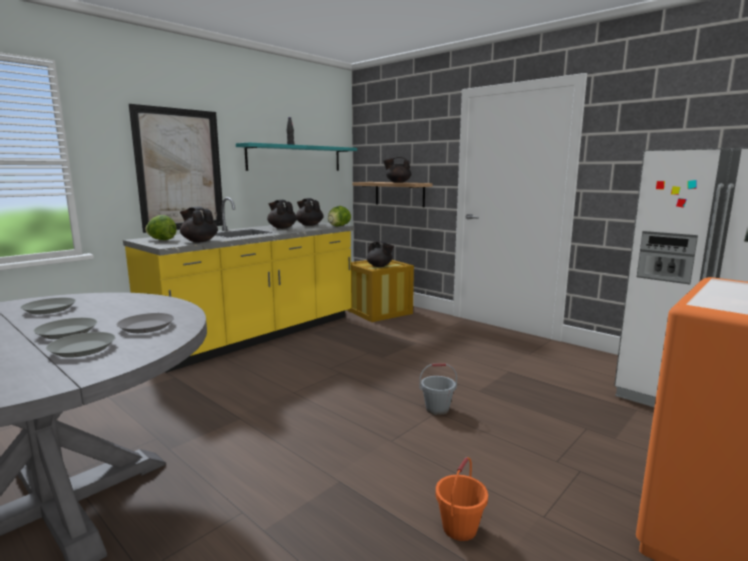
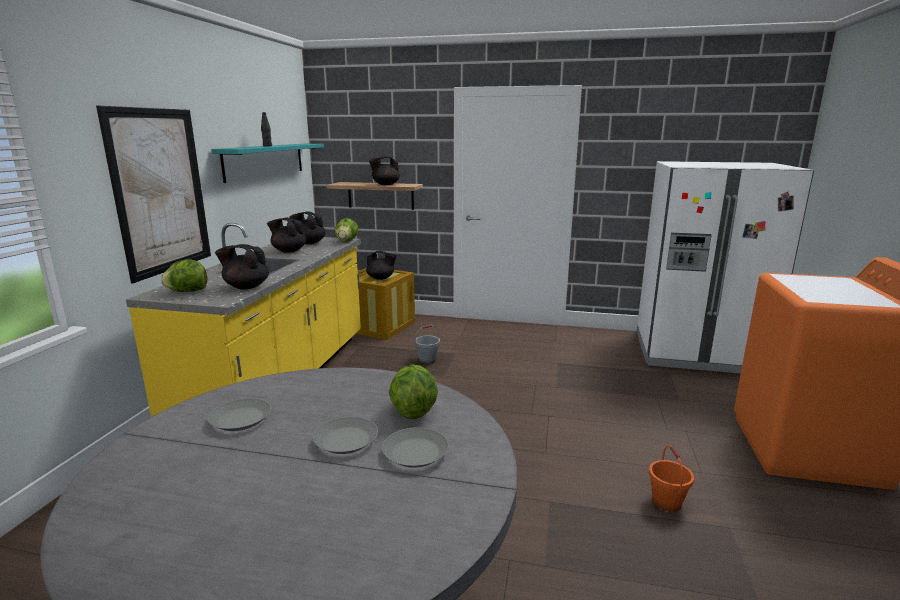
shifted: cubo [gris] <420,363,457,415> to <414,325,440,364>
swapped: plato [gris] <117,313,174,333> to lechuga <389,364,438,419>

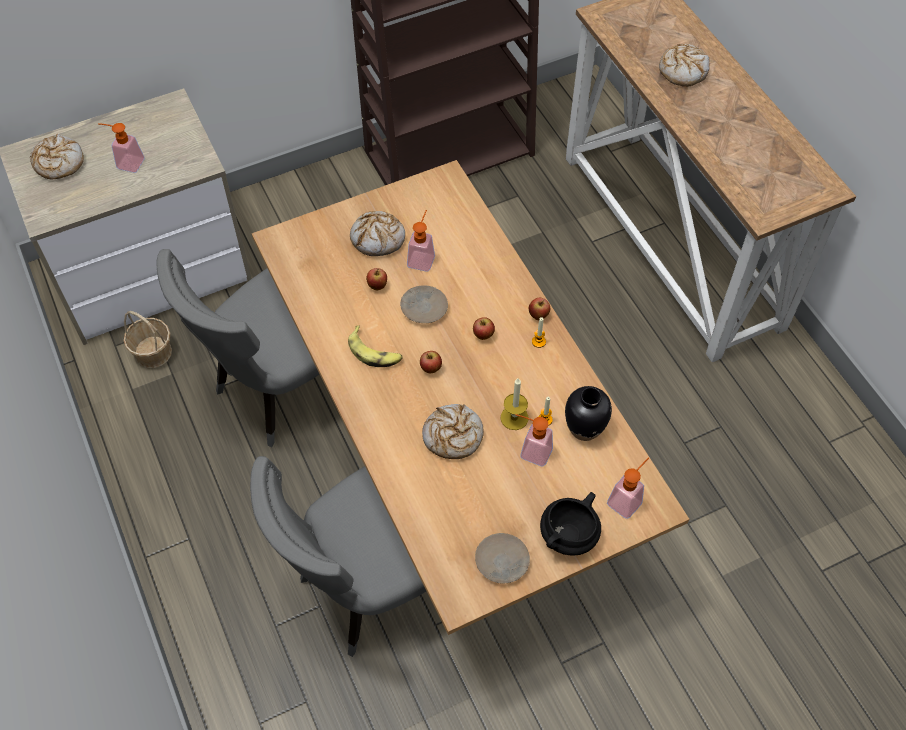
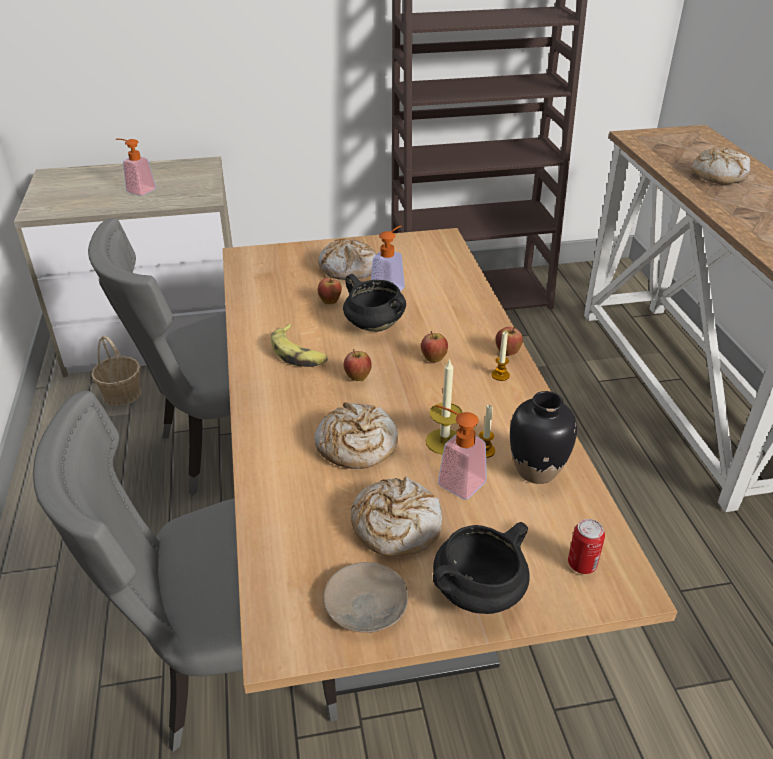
shifted: pan <30,134,84,180> to <351,476,443,556>
swapped: plato [beis] <400,285,448,323> to olla [negro] <343,274,406,332>; dispensador de jabón <607,457,649,519> to lata <568,519,605,574>

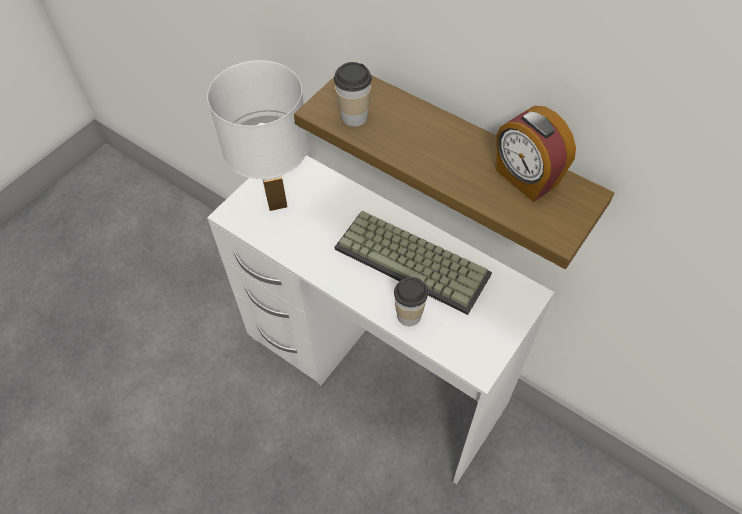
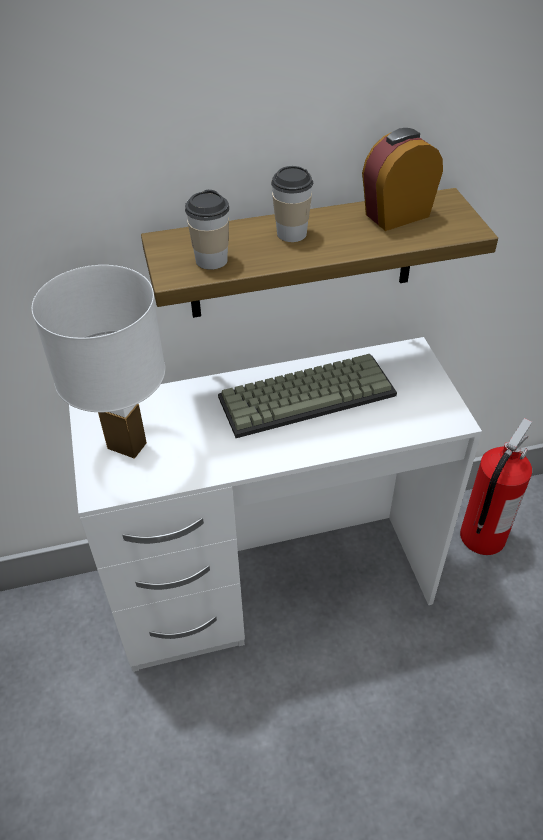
new: extintor <460,418,532,555>
shifted: taza <394,277,428,326> to <271,166,313,242>
rotated: despertador <496,106,576,202> = <362,128,443,231> 150 degrees clockwise

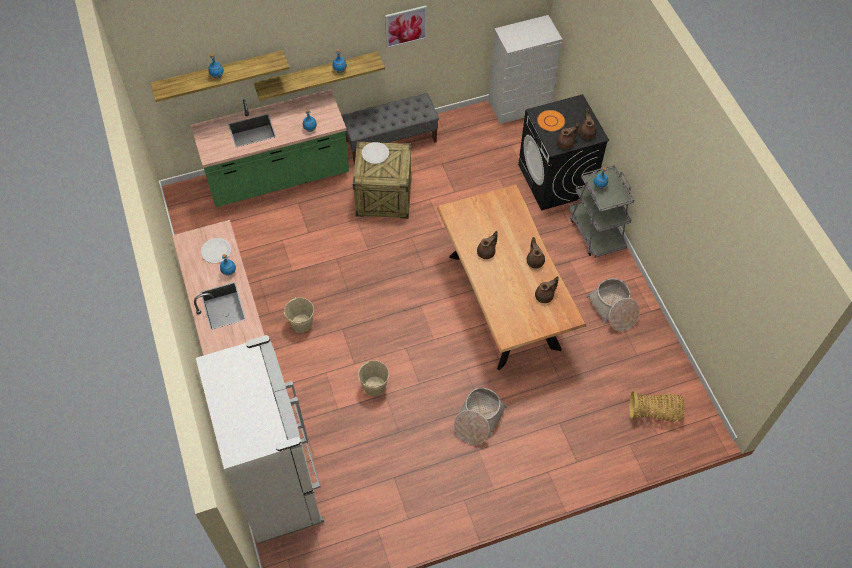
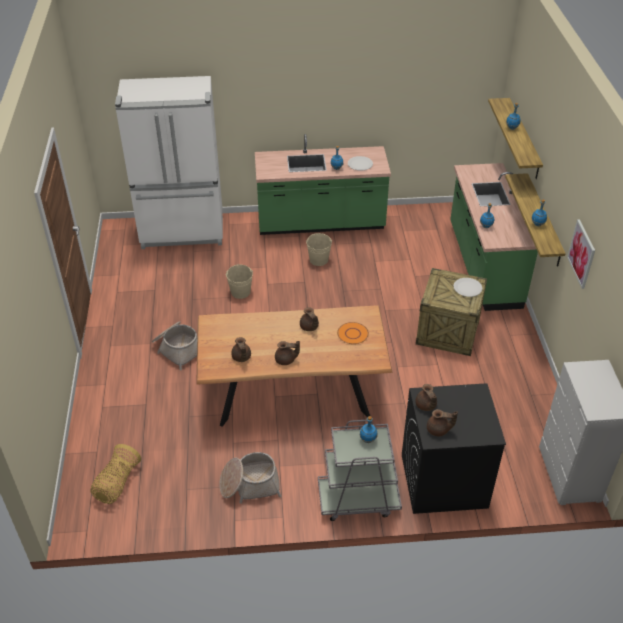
gone: banco [gris] <341,93,439,164>
shifted: plato [naranja] <537,110,565,131> to <337,322,369,344>

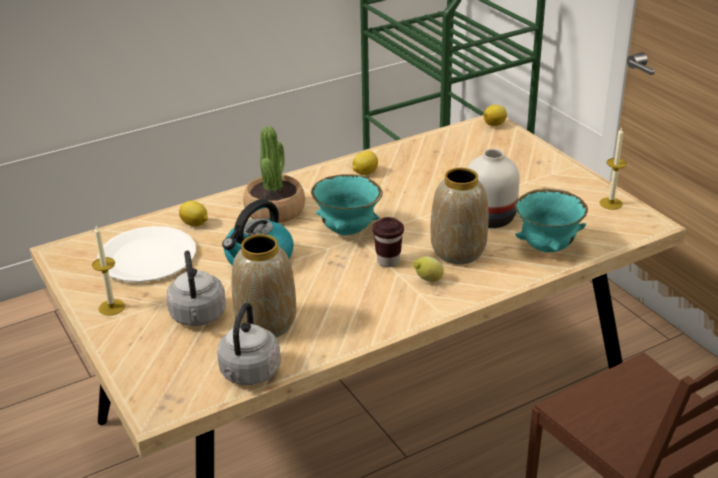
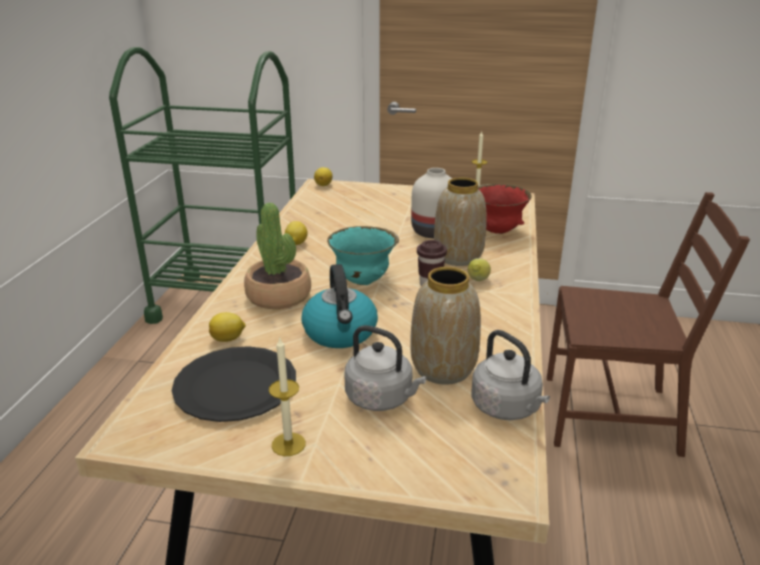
repainted: plato [blanco] <97,226,196,282> to plato [negro] <171,346,296,422>; cuenco [turquesa] <515,188,588,253> to cuenco [rojo] <478,184,532,234>

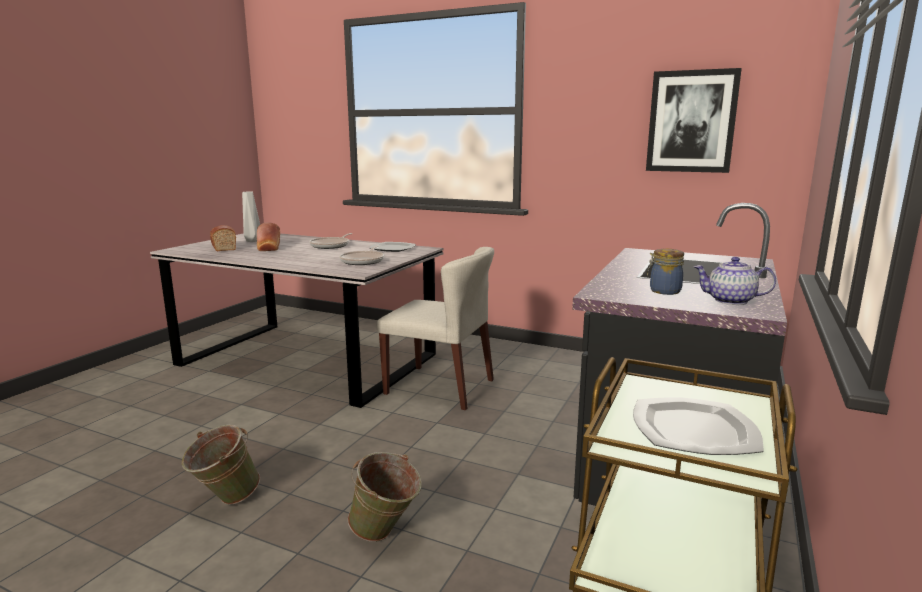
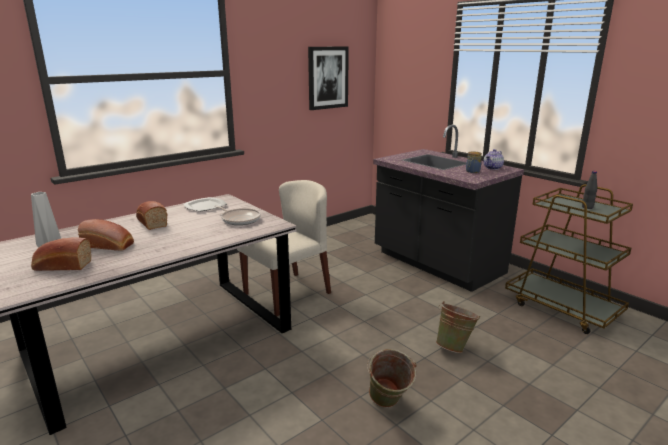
swapped: sartén <309,233,353,249> to pan <136,201,167,230>; plato <633,397,764,455> to botella [negro] <582,171,597,209>

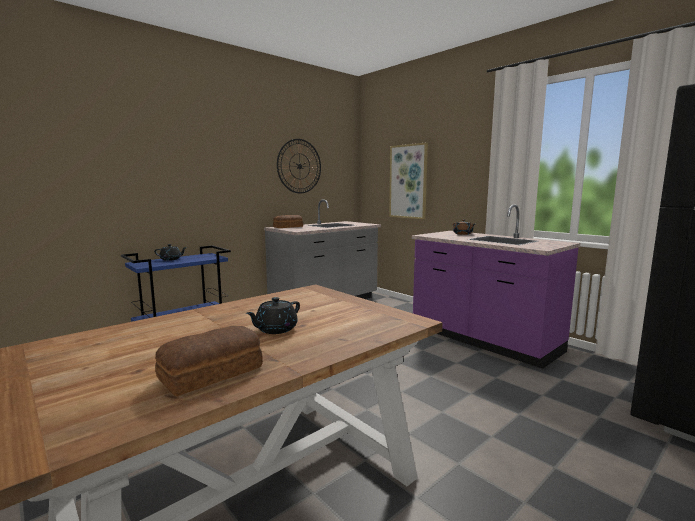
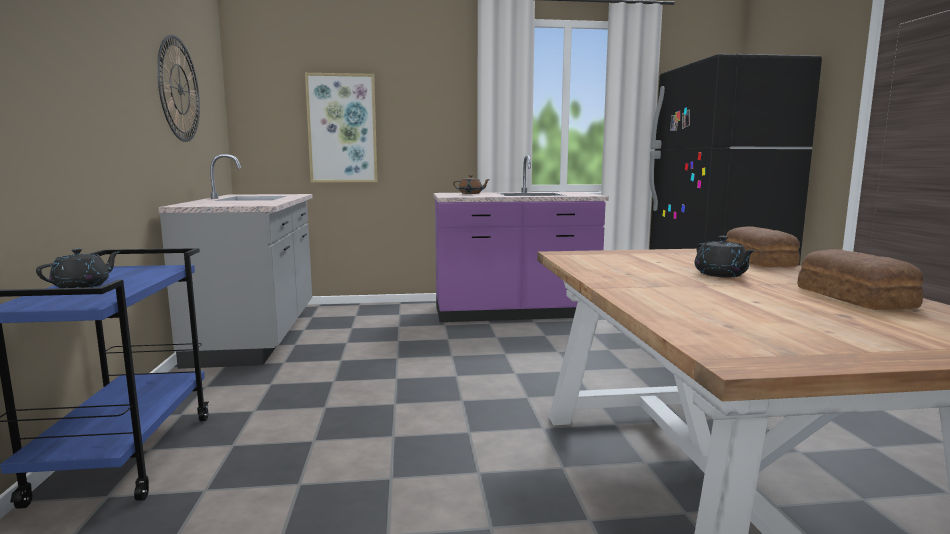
shifted: pan <273,215,303,228> to <726,226,800,267>

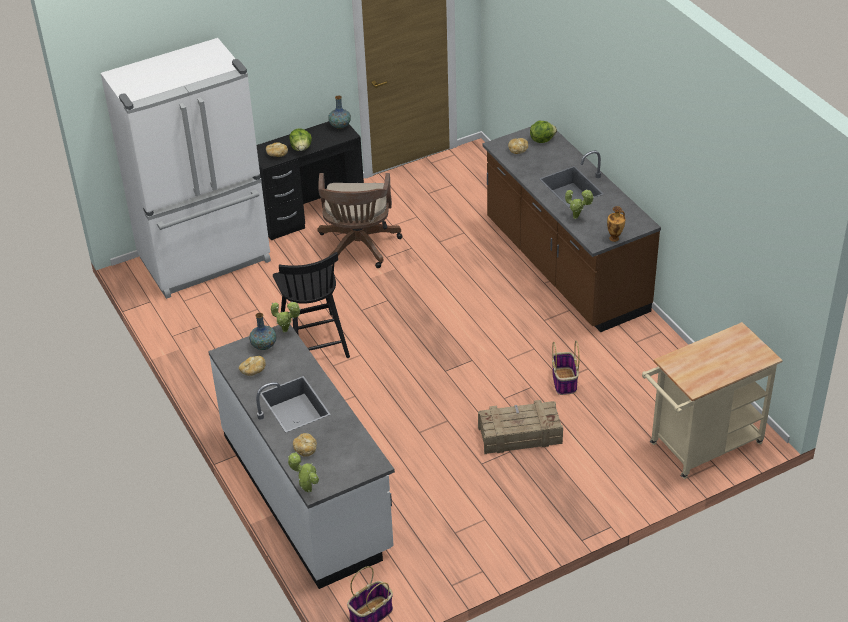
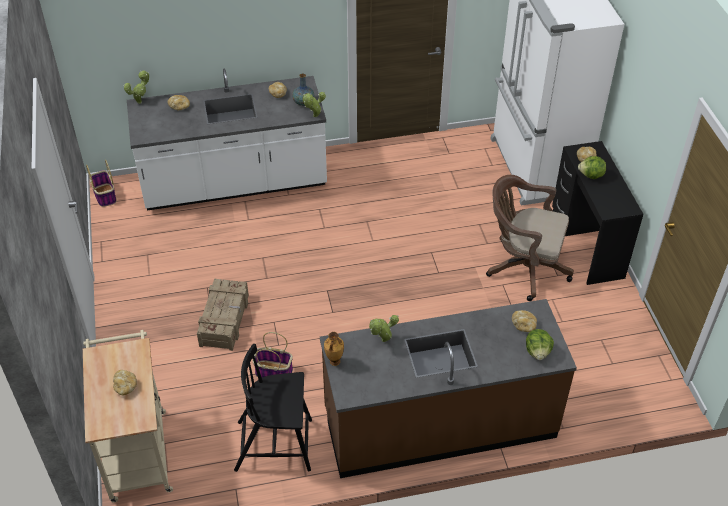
gone: florero <328,95,351,129>
new: pan <113,370,137,396>
shifted: silla [negro] <273,252,350,358> to <234,344,312,472>

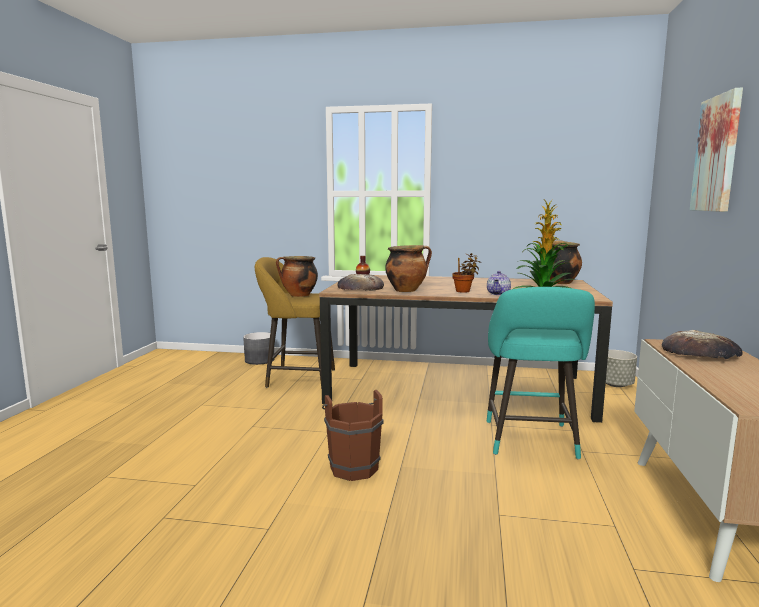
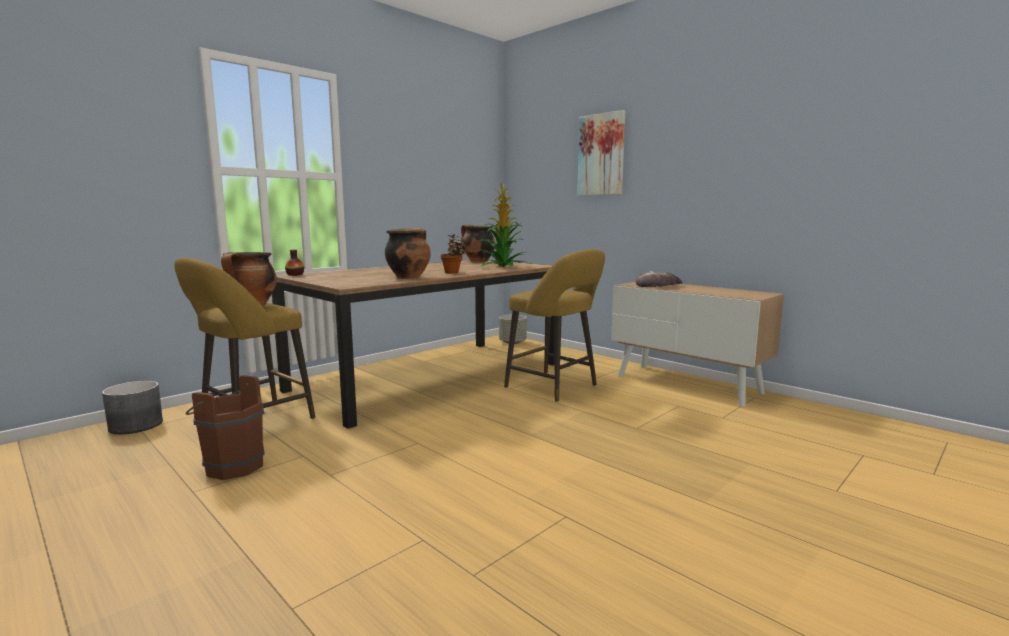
gone: pan <338,274,384,291>; tetera <487,271,511,295>
shifted: cubo [marrón] <322,390,384,481> to <186,375,265,480>
repainted: taburete [turquesa] <487,287,595,460> to taburete [amarillo] <504,249,605,402>

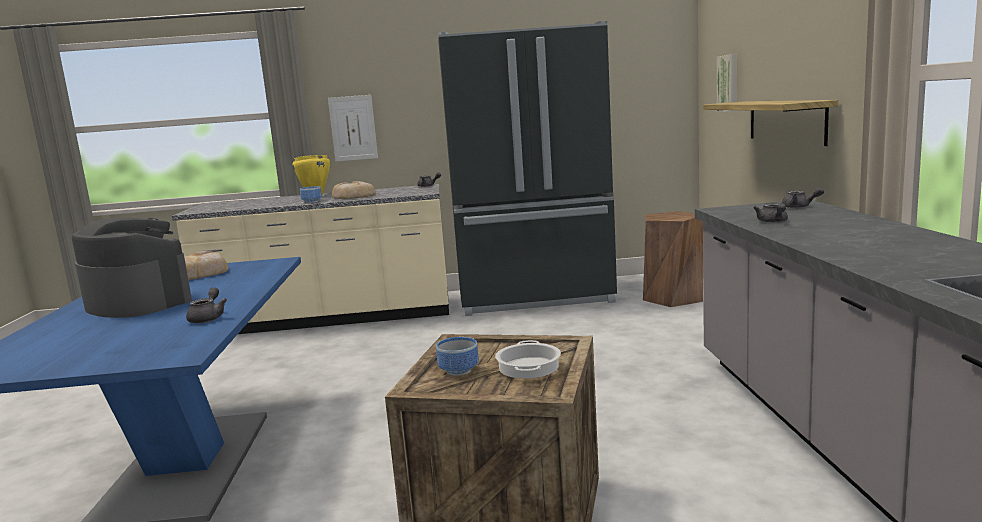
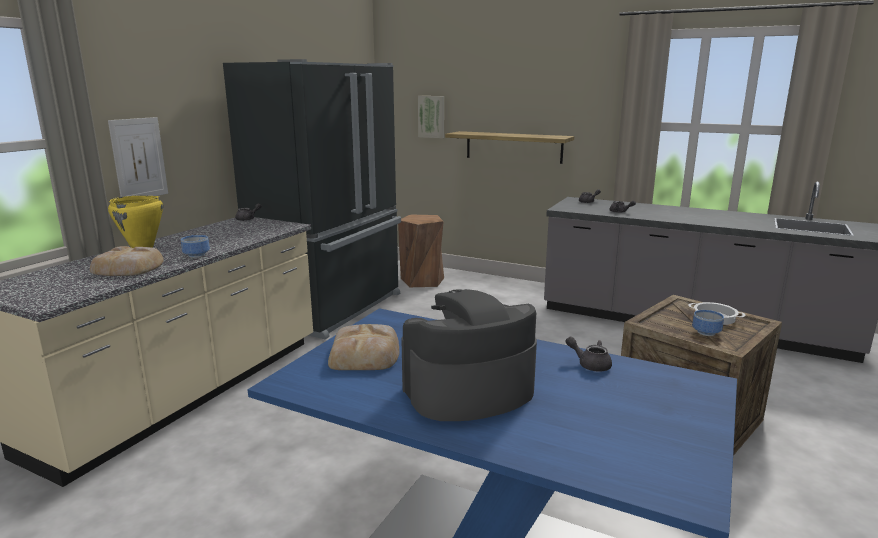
shifted: pan <332,181,376,199> to <90,246,164,276>

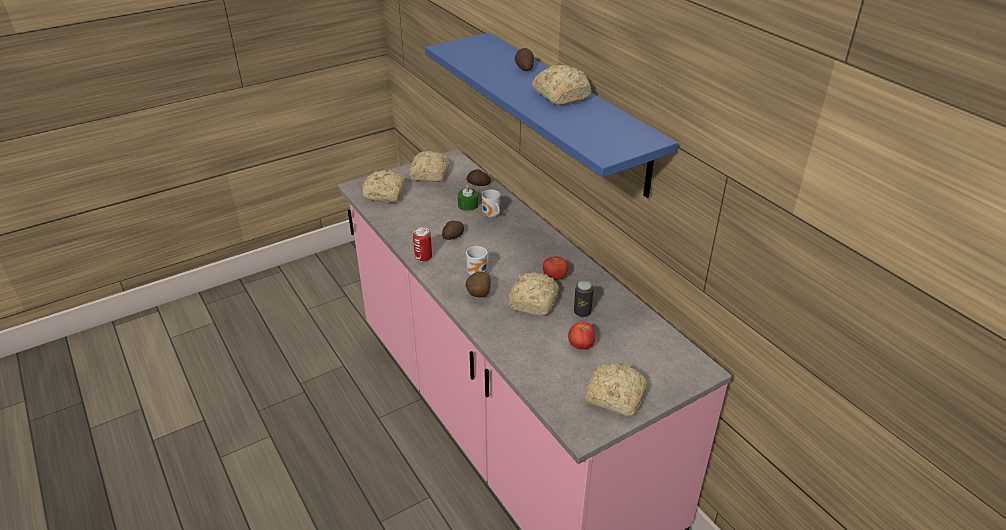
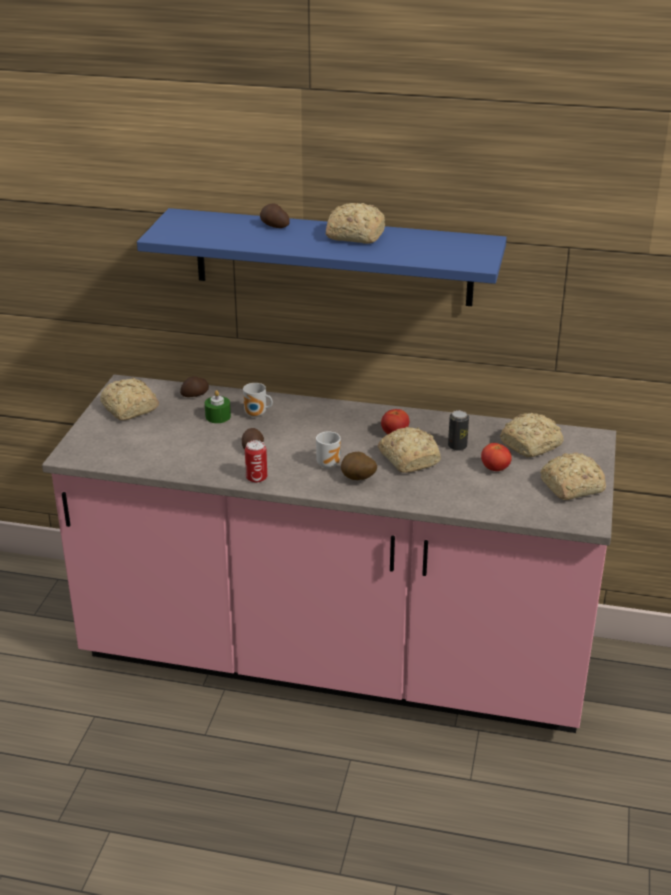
shifted: pan <363,170,406,203> to <500,413,564,457>

